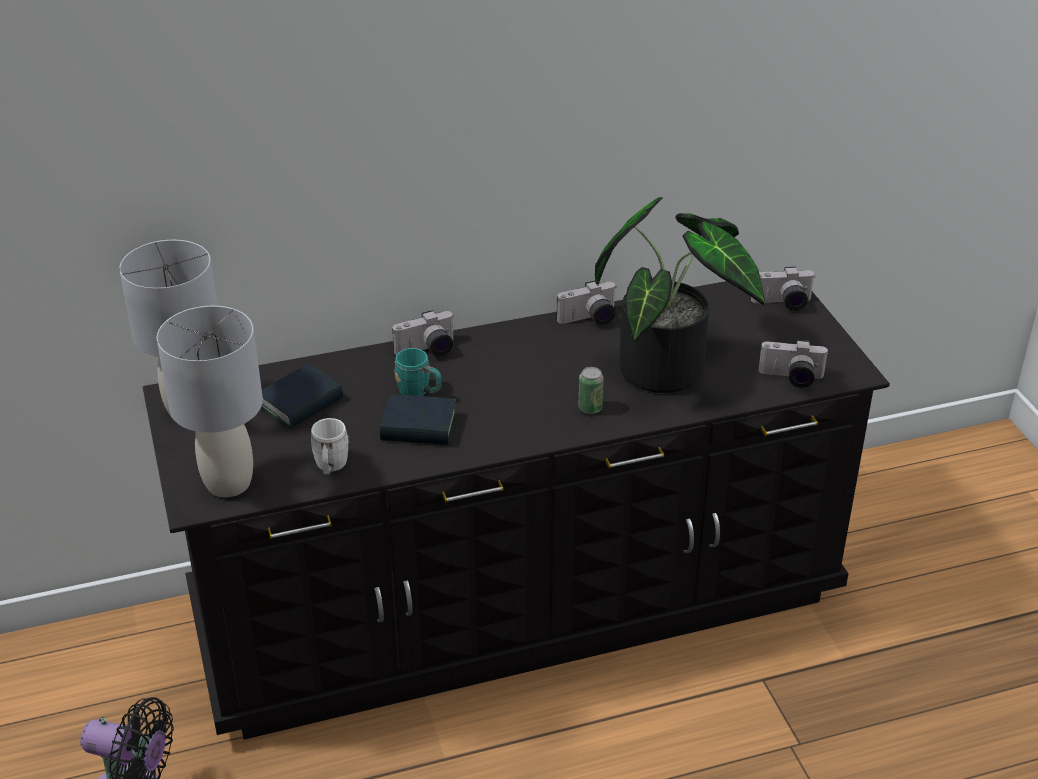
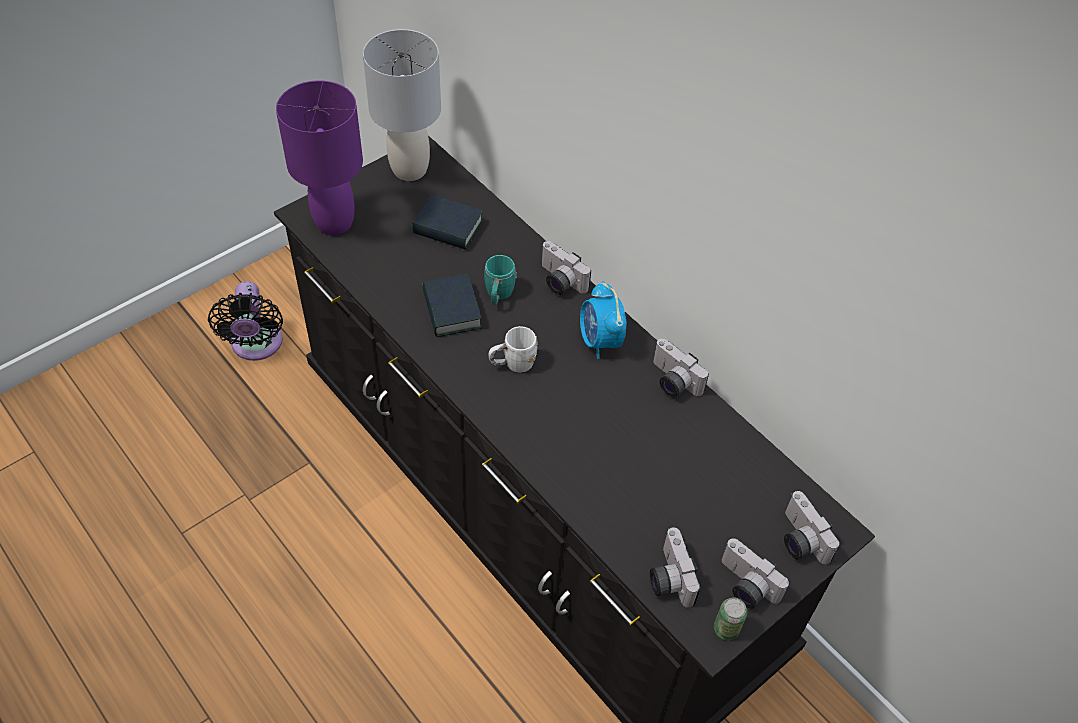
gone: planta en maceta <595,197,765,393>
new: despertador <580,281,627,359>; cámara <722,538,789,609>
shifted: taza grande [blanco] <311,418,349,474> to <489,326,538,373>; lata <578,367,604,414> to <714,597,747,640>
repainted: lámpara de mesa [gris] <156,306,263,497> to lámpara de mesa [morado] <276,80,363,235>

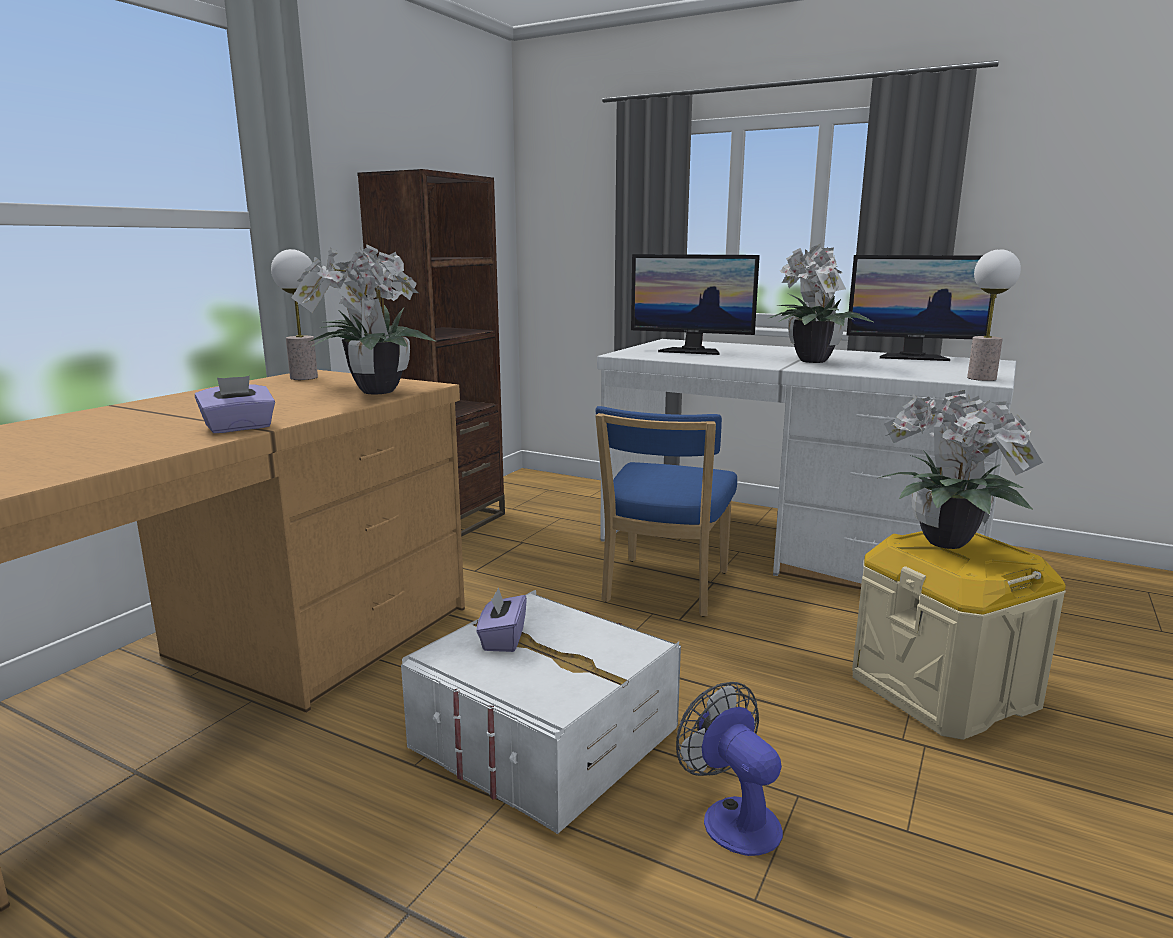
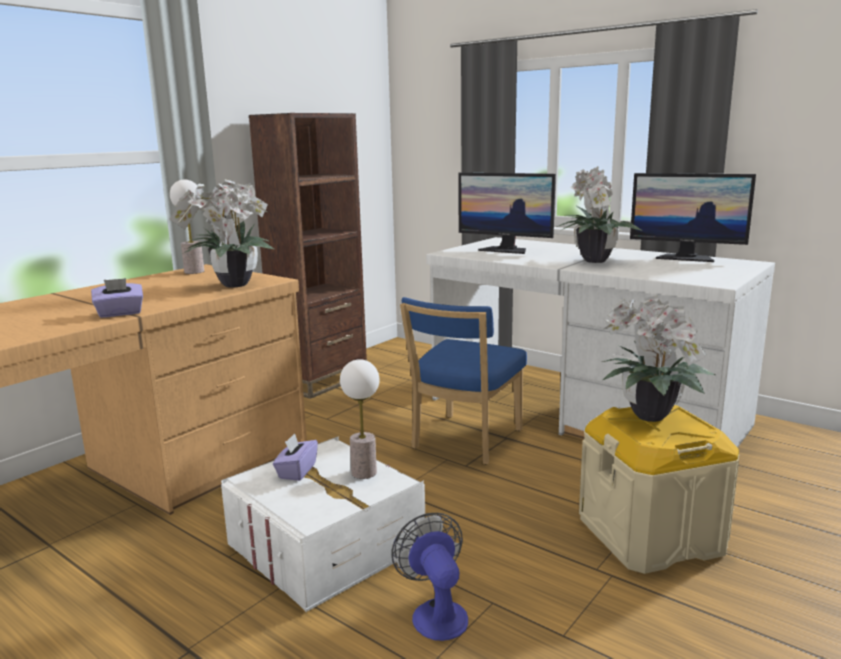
shifted: lámpara de mesa <967,249,1021,381> to <340,359,380,479>

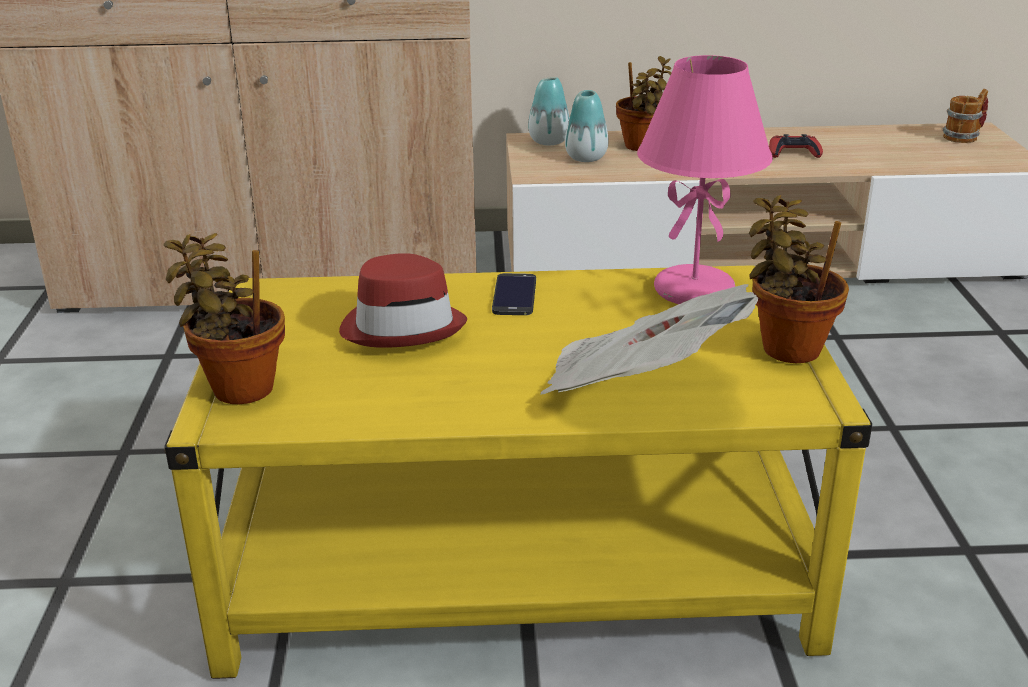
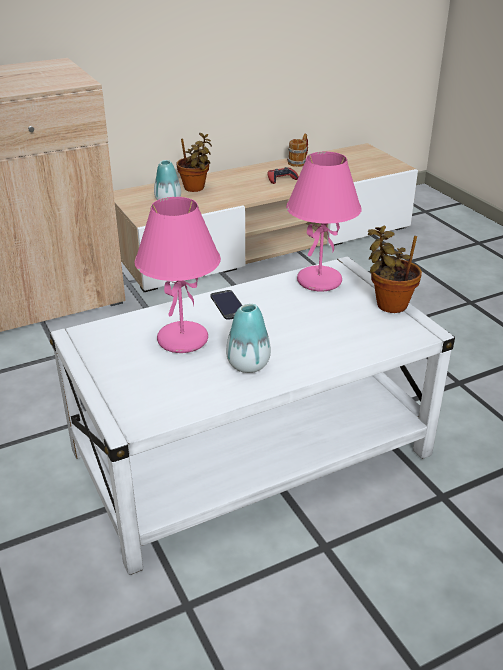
gone: planta en maceta <163,233,285,404>; periódico <540,284,758,395>
shifted: florero <528,77,570,145> to <226,304,271,373>; taza grande <943,89,988,143> to <287,134,308,167>
swapped: sombrero [rojo] <339,253,467,348> to lámpara de mesa [rosa] <134,197,221,353>
repainted: mesa de centro [amarillo] <164,265,872,679> to mesa de centro [blanco] <50,256,455,575>

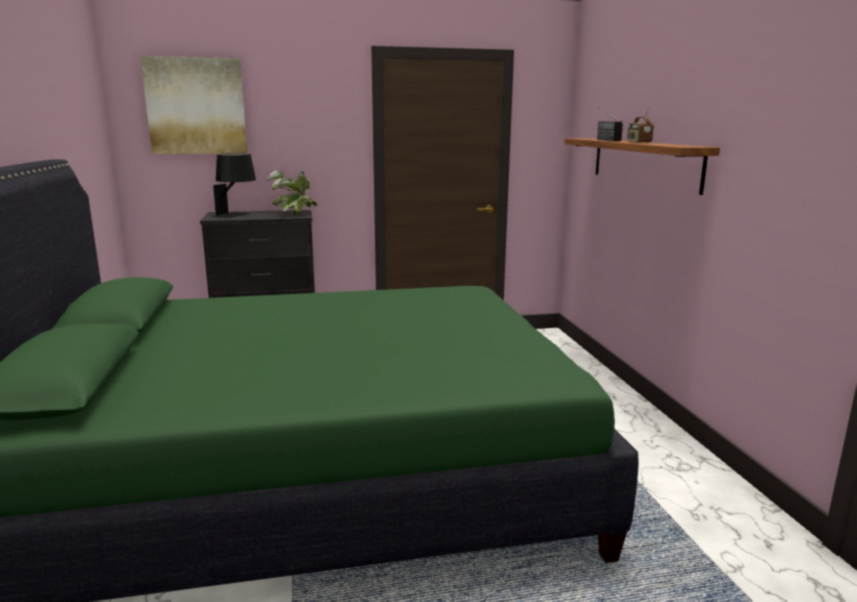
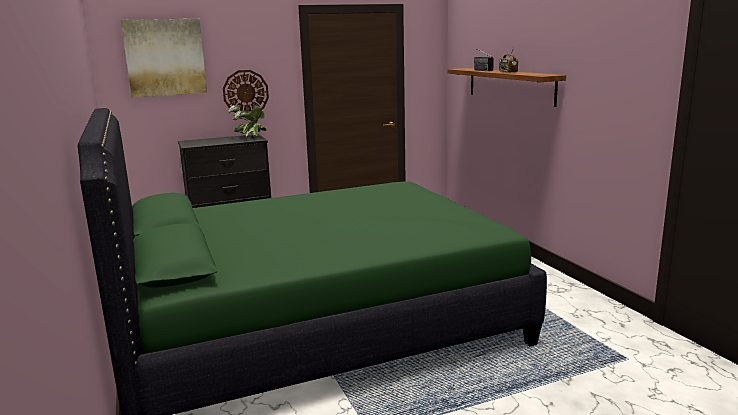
gone: lámpara de mesa [negro] <211,153,256,218>
new: reloj de pared <223,70,269,113>

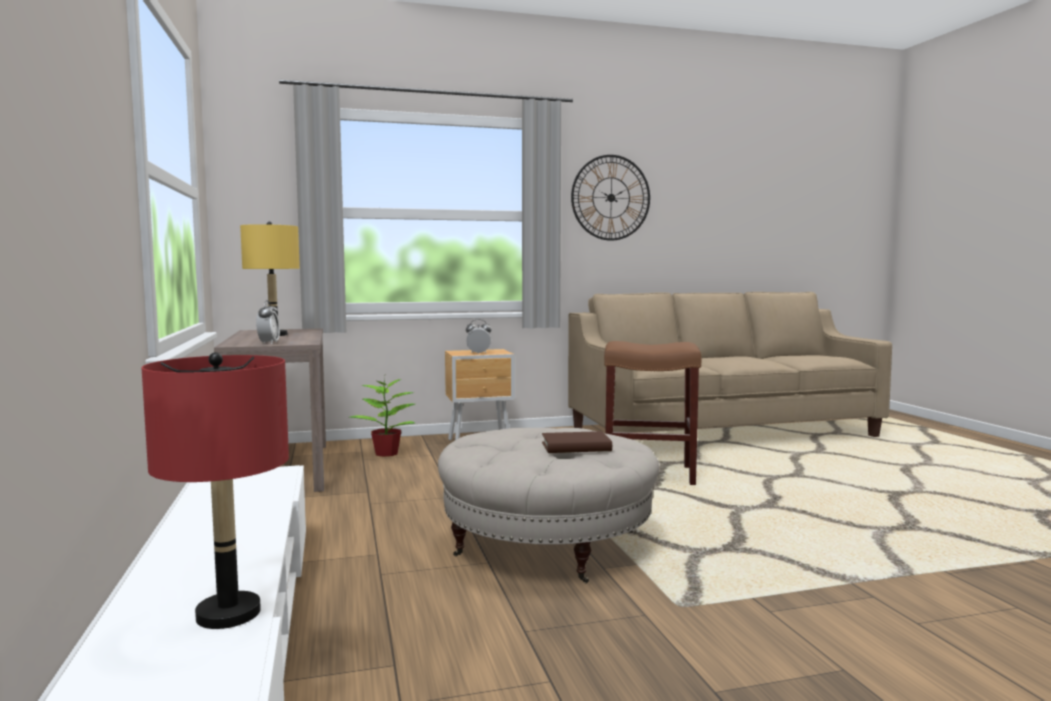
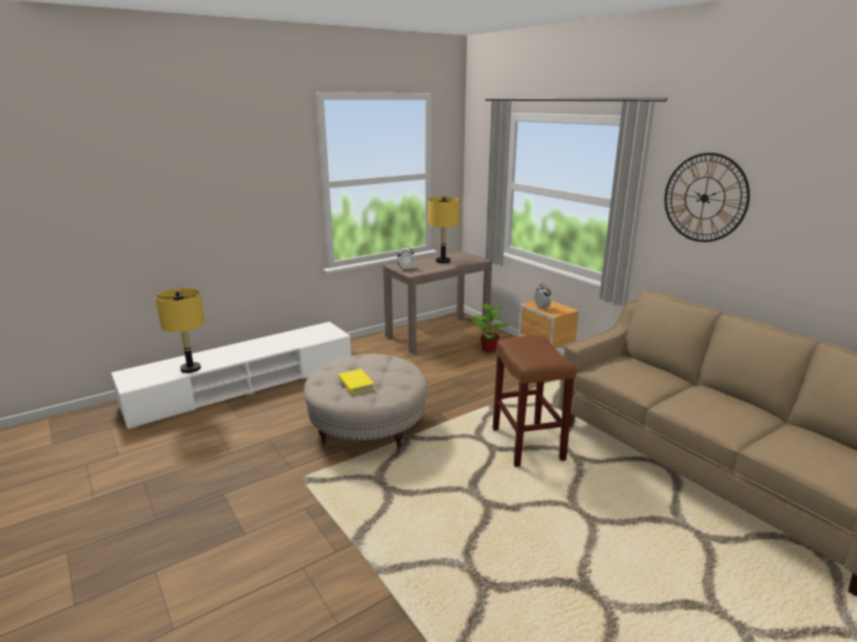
repainted: lámpara de mesa [rojo] <141,352,289,629> to lámpara de mesa [amarillo] <155,288,205,373>; libro [marrón] <542,431,612,453> to libro [amarillo] <338,369,375,394>

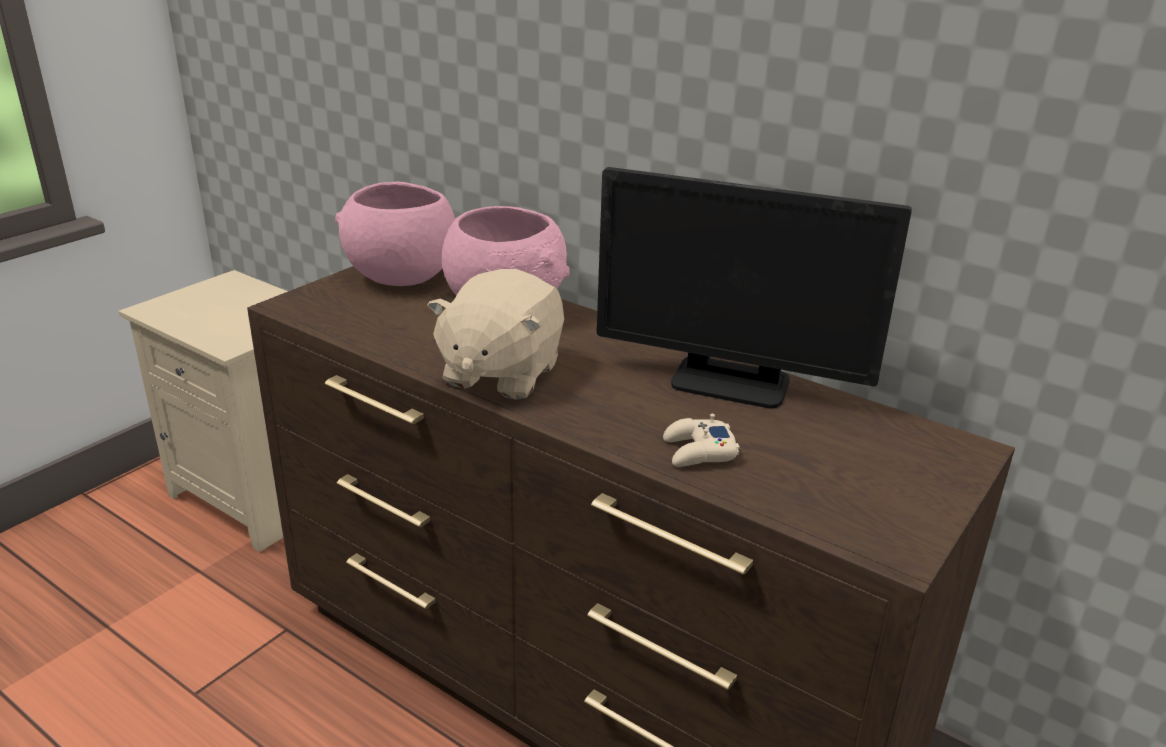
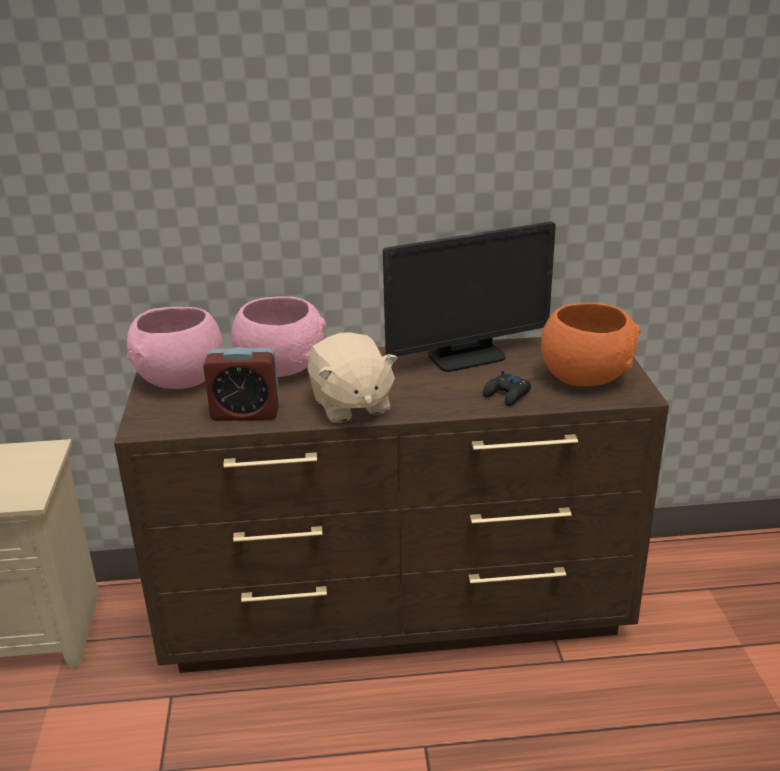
new: despertador <203,347,280,421>; cuenco [naranja] <541,303,641,386>
repainted: mando de consola [beis] <663,414,740,467> to mando de consola [negro] <483,371,531,406>

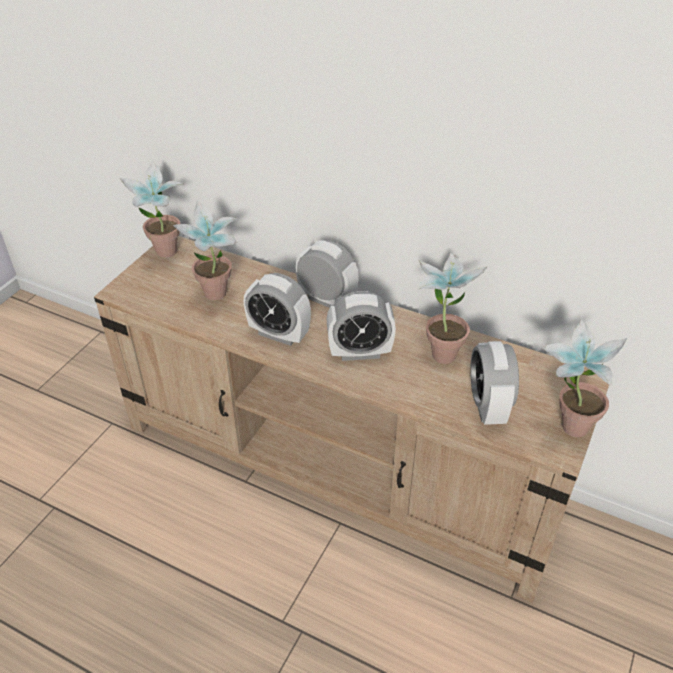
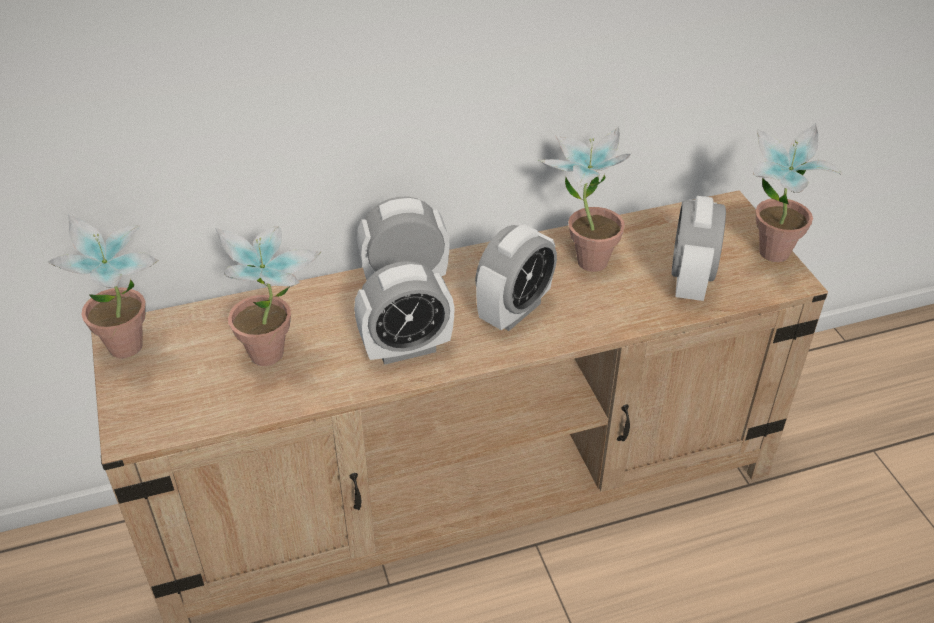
rotated: despertador <470,341,519,425> = <672,196,726,301> 60 degrees clockwise

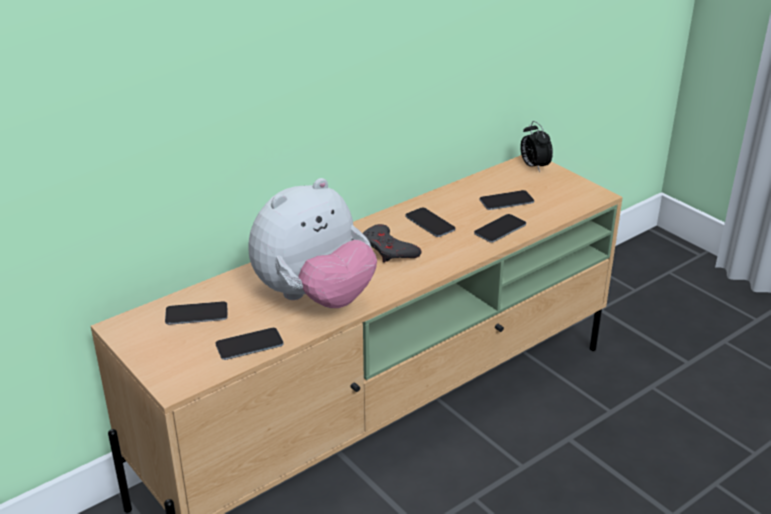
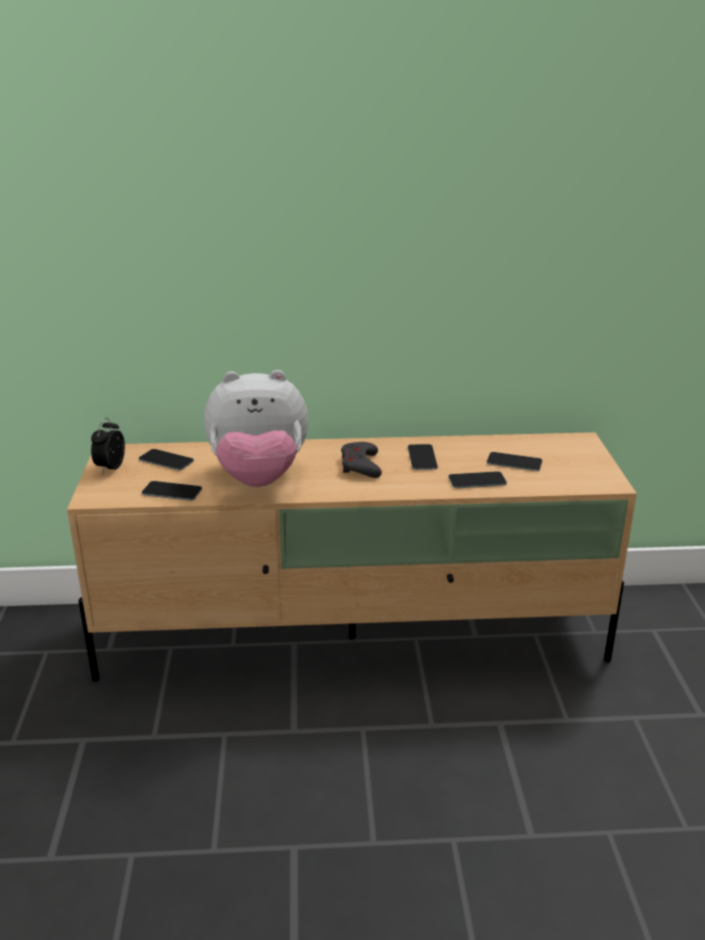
shifted: despertador <520,121,553,172> to <91,417,125,474>

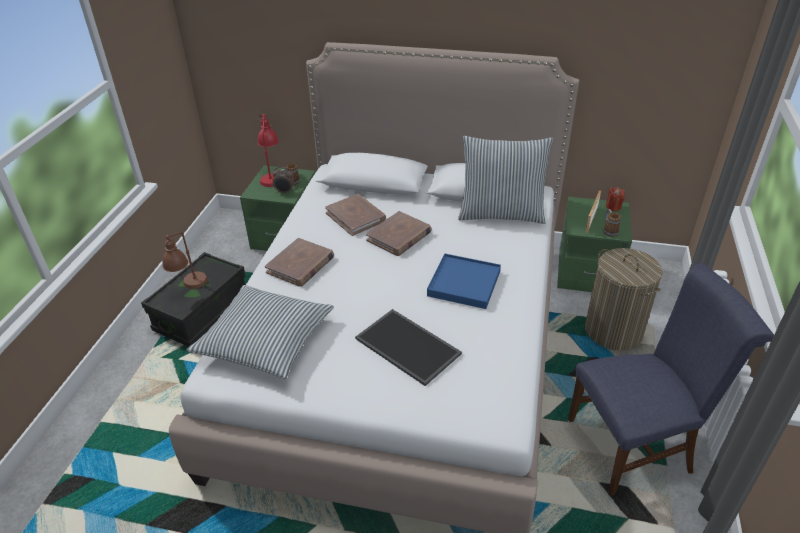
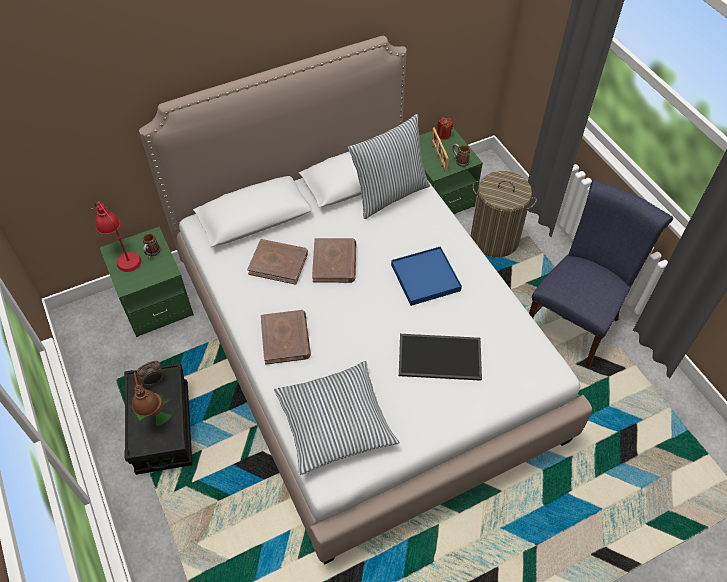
shifted: despertador <273,167,294,194> to <137,361,164,387>

